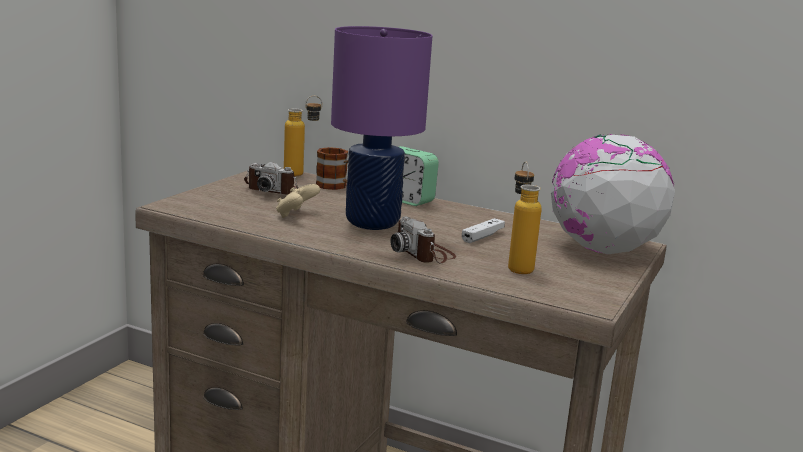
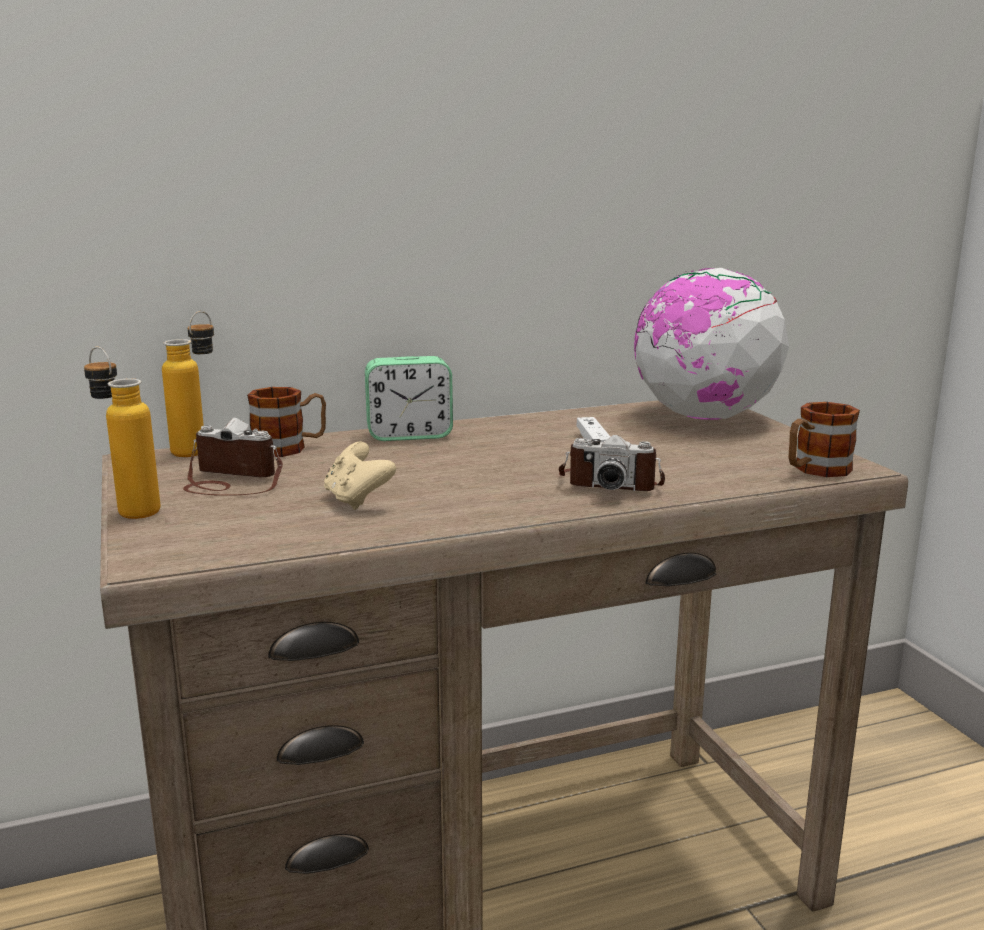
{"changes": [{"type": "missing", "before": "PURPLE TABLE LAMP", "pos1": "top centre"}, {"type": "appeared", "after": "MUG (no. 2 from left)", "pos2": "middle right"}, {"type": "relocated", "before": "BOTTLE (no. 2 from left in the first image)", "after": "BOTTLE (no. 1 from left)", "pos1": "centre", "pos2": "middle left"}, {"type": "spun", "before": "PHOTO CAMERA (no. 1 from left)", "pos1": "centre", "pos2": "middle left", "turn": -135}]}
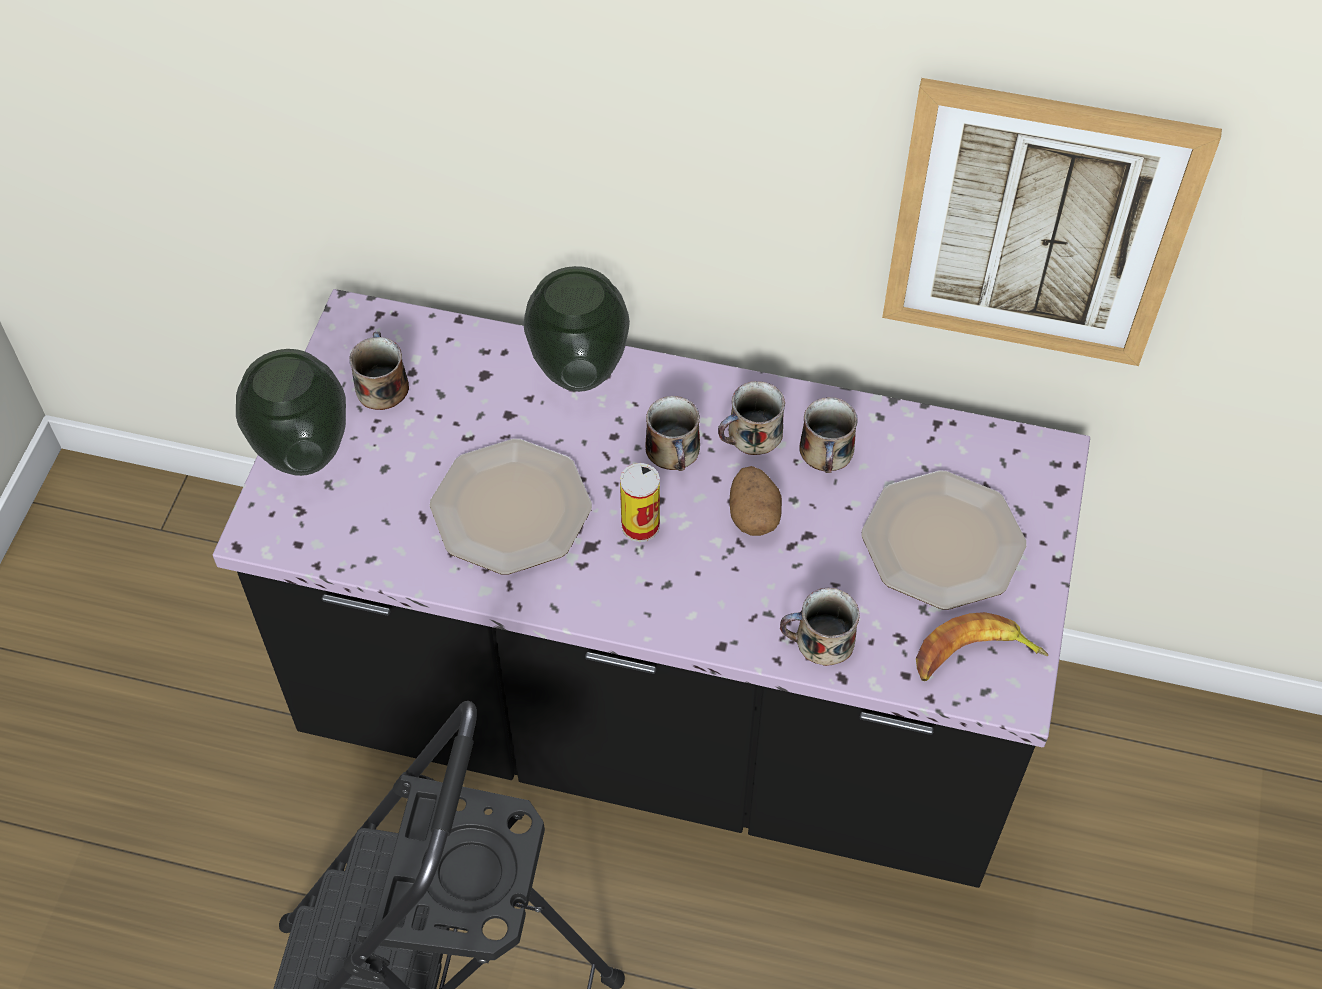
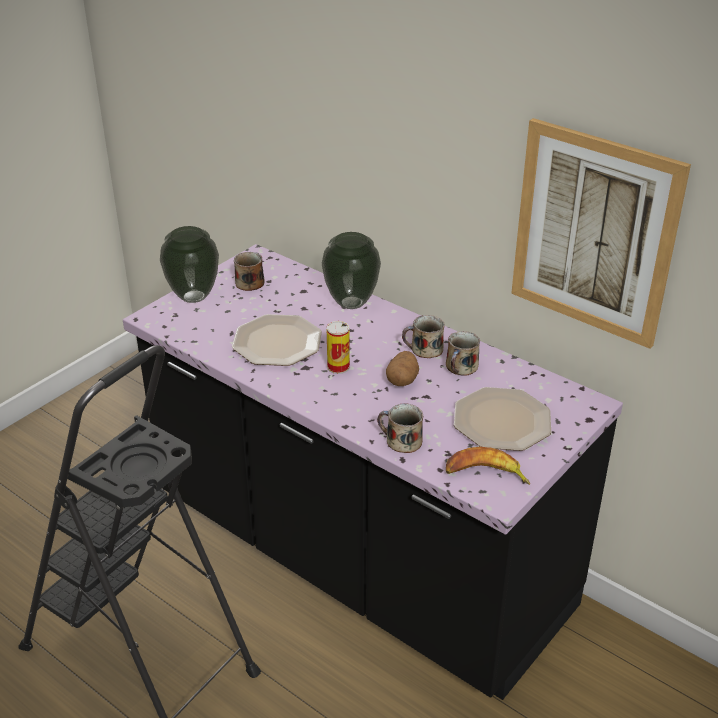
{"changes": [{"type": "missing", "before": "MUG (no. 2 from left)", "pos1": "centre"}]}
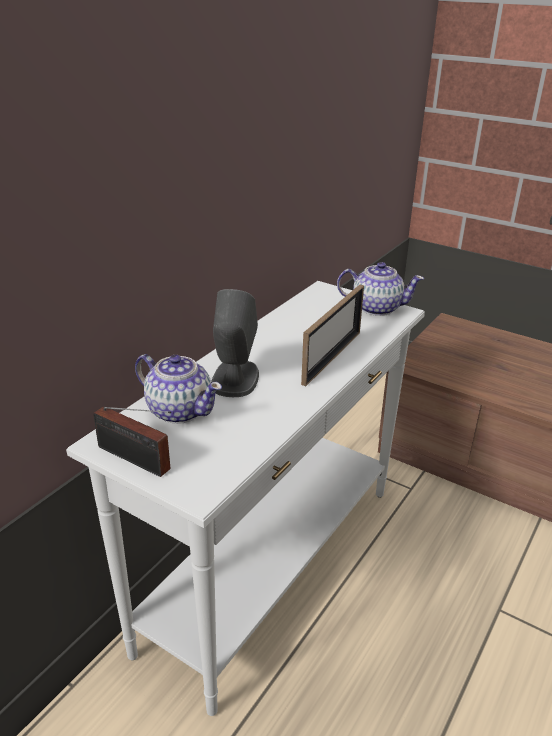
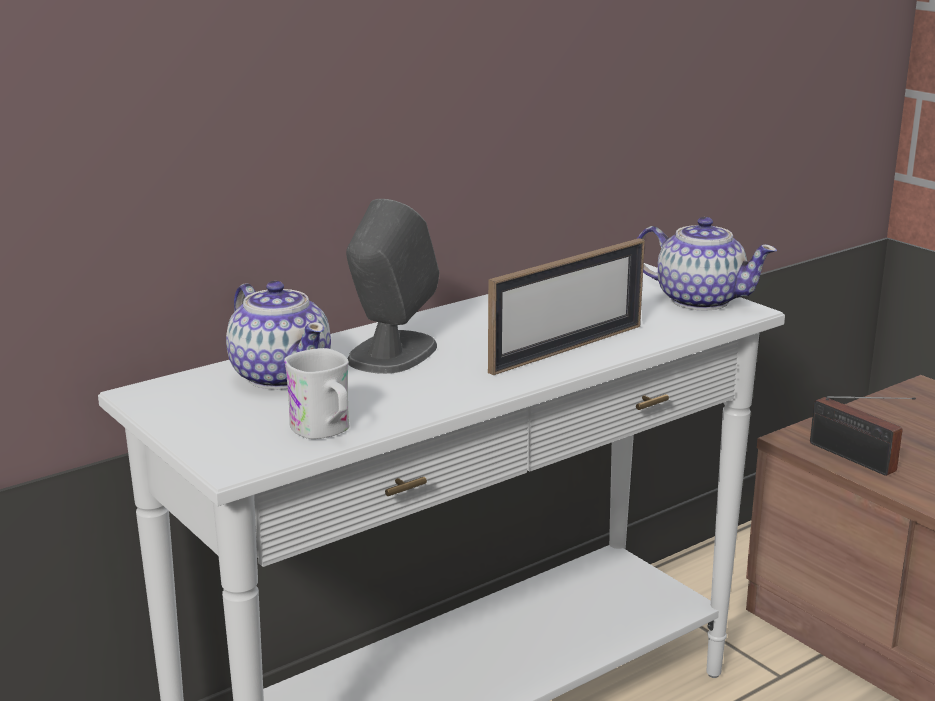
{"changes": [{"type": "appeared", "after": "WHITE MUG", "pos2": "centre"}, {"type": "relocated", "before": "RADIO", "pos1": "middle left", "pos2": "middle right"}]}
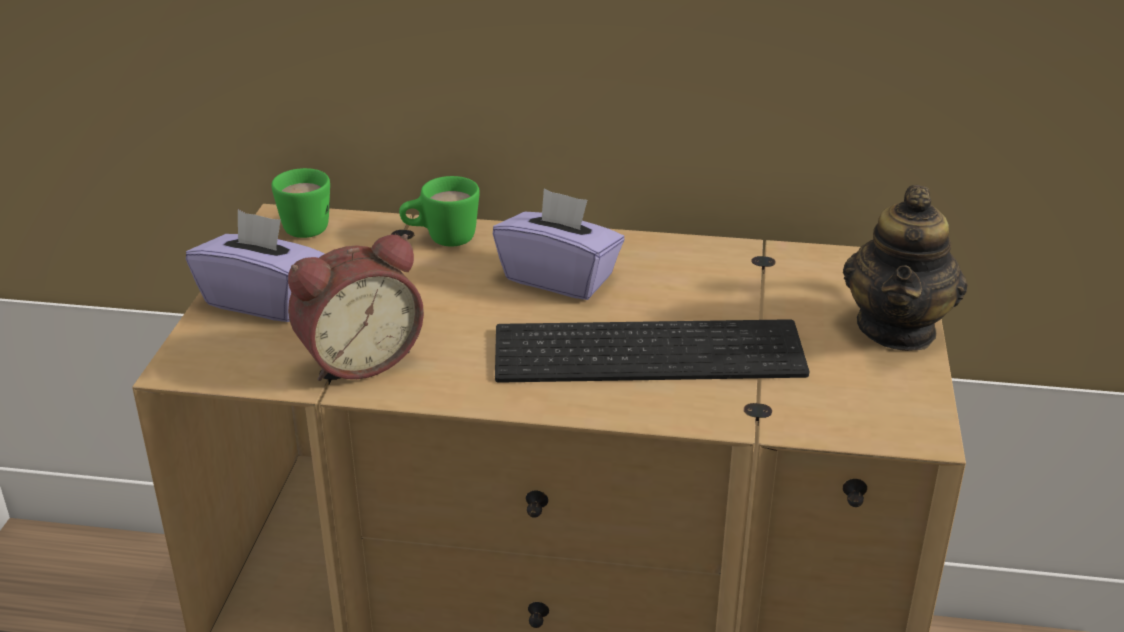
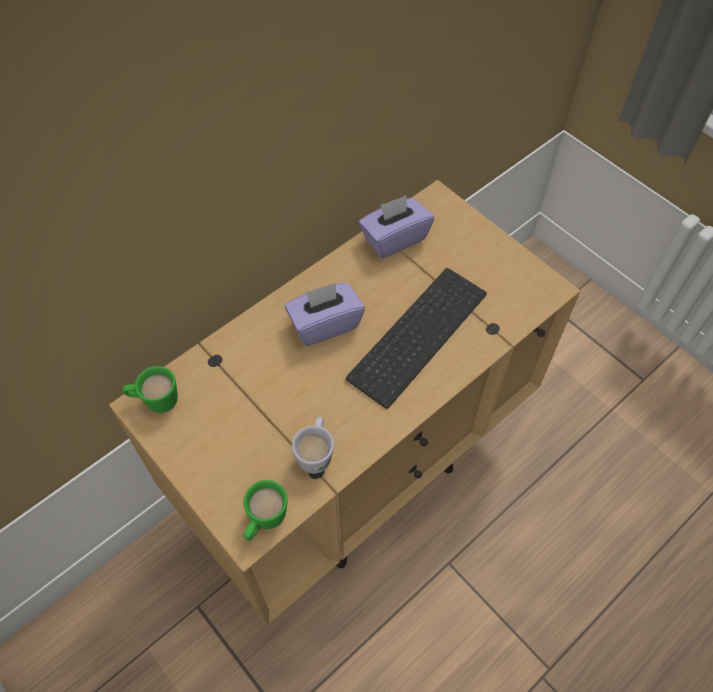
{"changes": [{"type": "missing", "before": "TEAPOT", "pos1": "middle right"}, {"type": "relocated", "before": "PURPLE TISSUE BOX (no. 1 from left in the first image)", "after": "PURPLE TISSUE BOX (no. 2 from left)", "pos1": "middle left", "pos2": "top centre"}, {"type": "relocated", "before": "GREEN MUG (no. 2 from left)", "pos1": "centre", "pos2": "bottom centre"}, {"type": "exchanged", "before": "ALARM CLOCK", "after": "WHITE MUG", "pos1": "middle left", "pos2": "centre"}]}
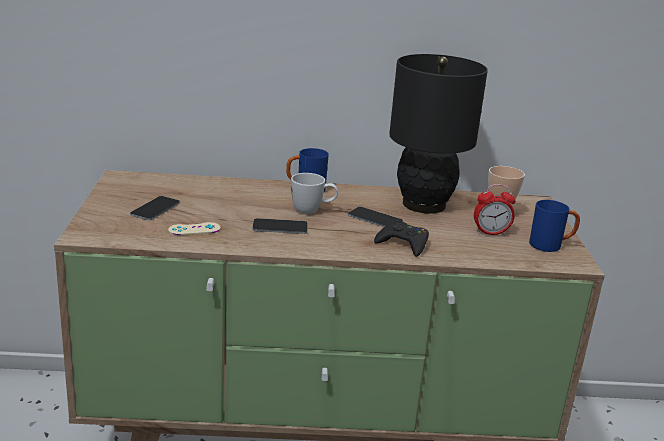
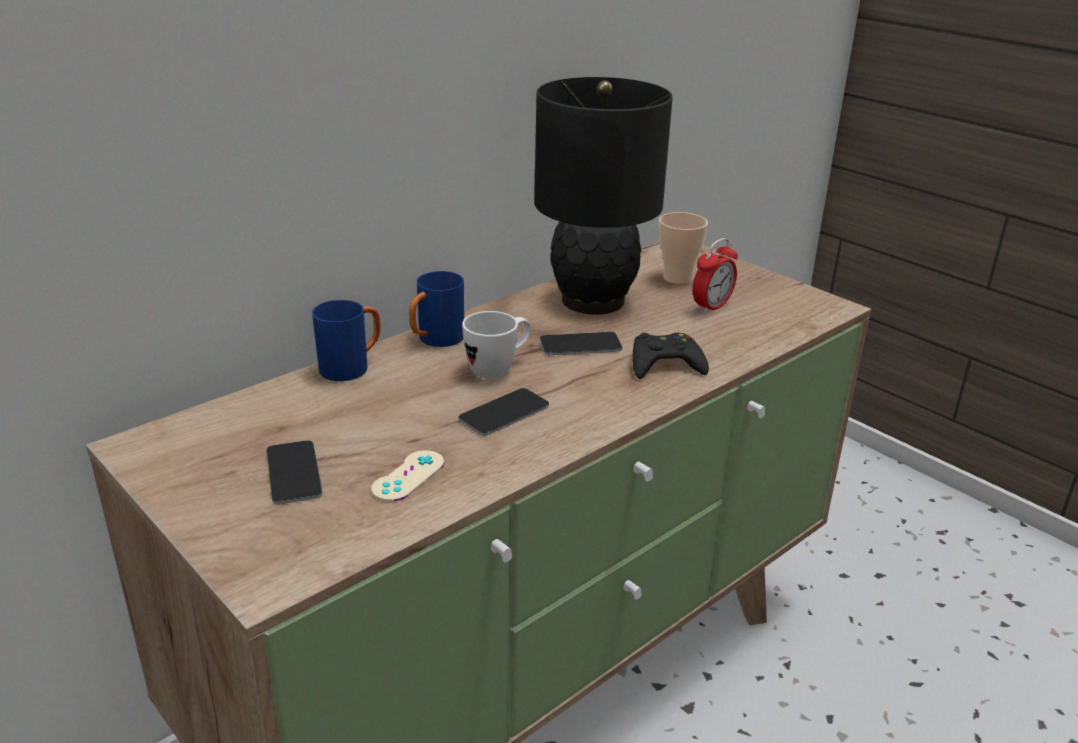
{"changes": [{"type": "relocated", "before": "BLUE MUG (no. 2 from left in the first image)", "after": "BLUE MUG (no. 1 from left)", "pos1": "middle right", "pos2": "middle left"}]}
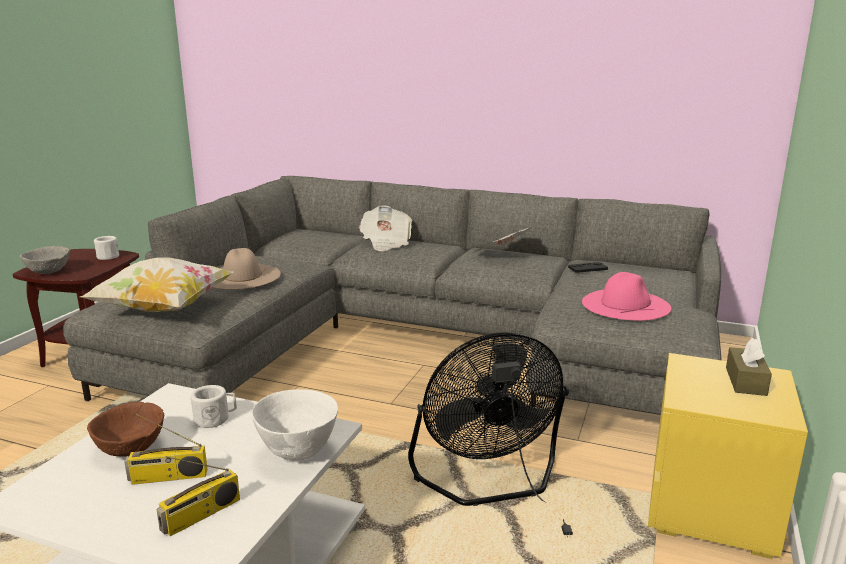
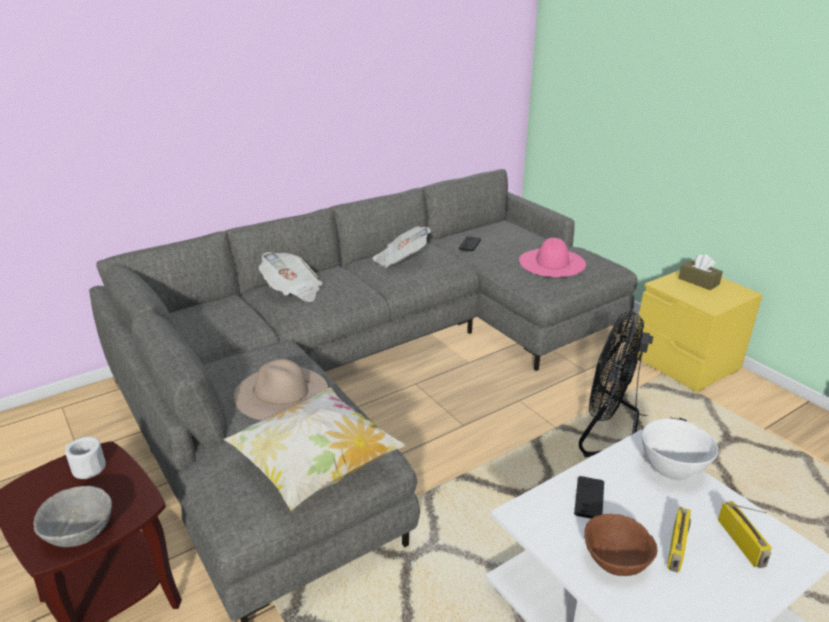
{"changes": [{"type": "exchanged", "before": "WHITE MUG (no. 2 from left)", "after": "BLACK GAME CONTROLLER (no. 2 from left)", "pos1": "bottom left", "pos2": "bottom right"}]}
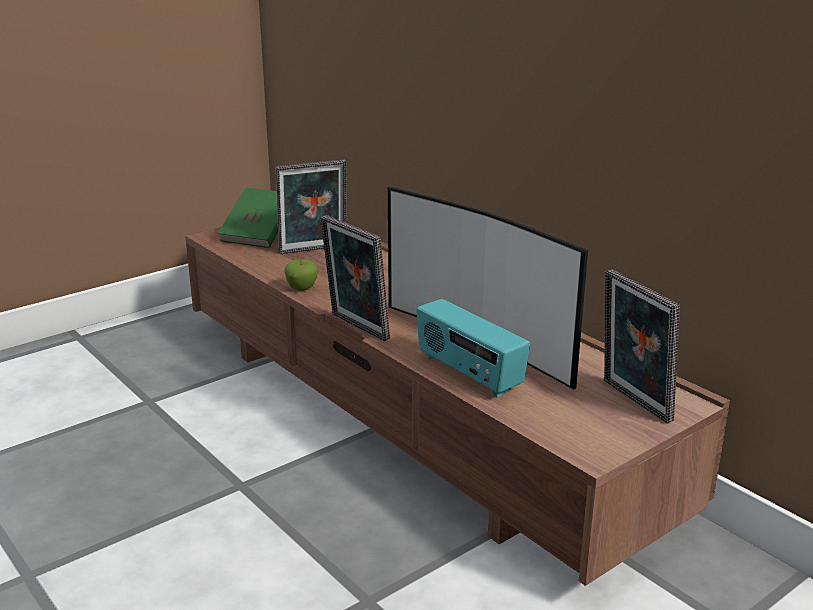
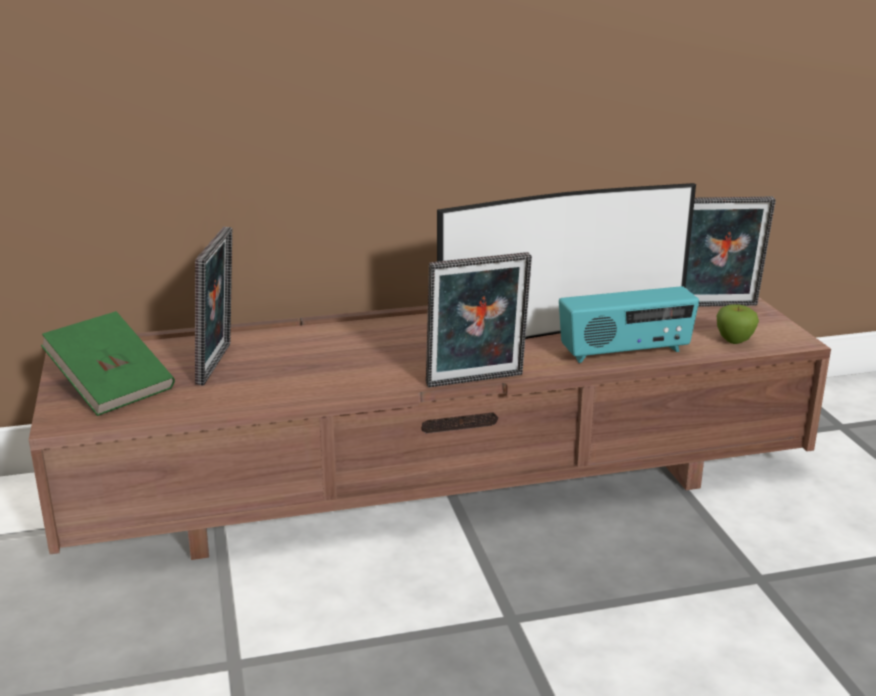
{"changes": [{"type": "relocated", "before": "APPLE", "pos1": "centre", "pos2": "middle right"}]}
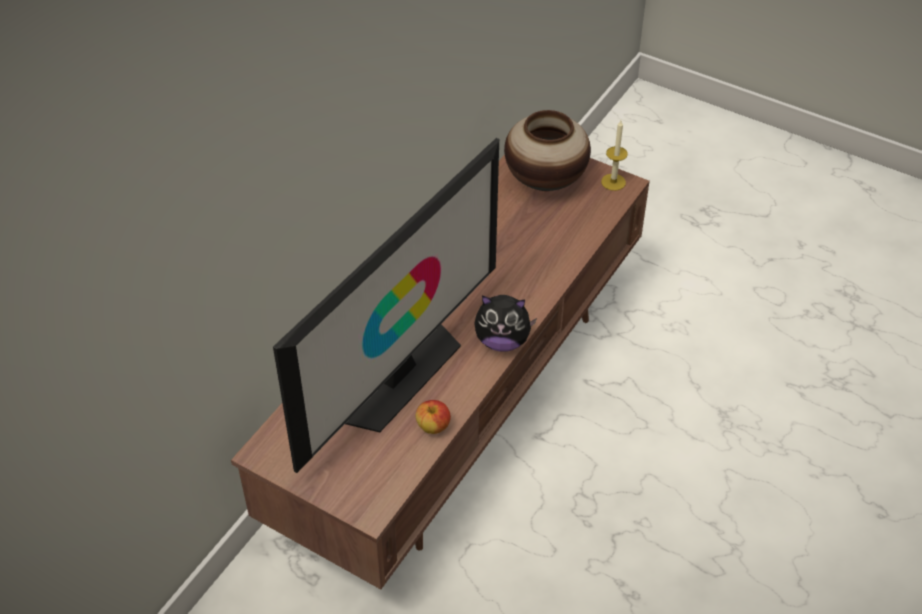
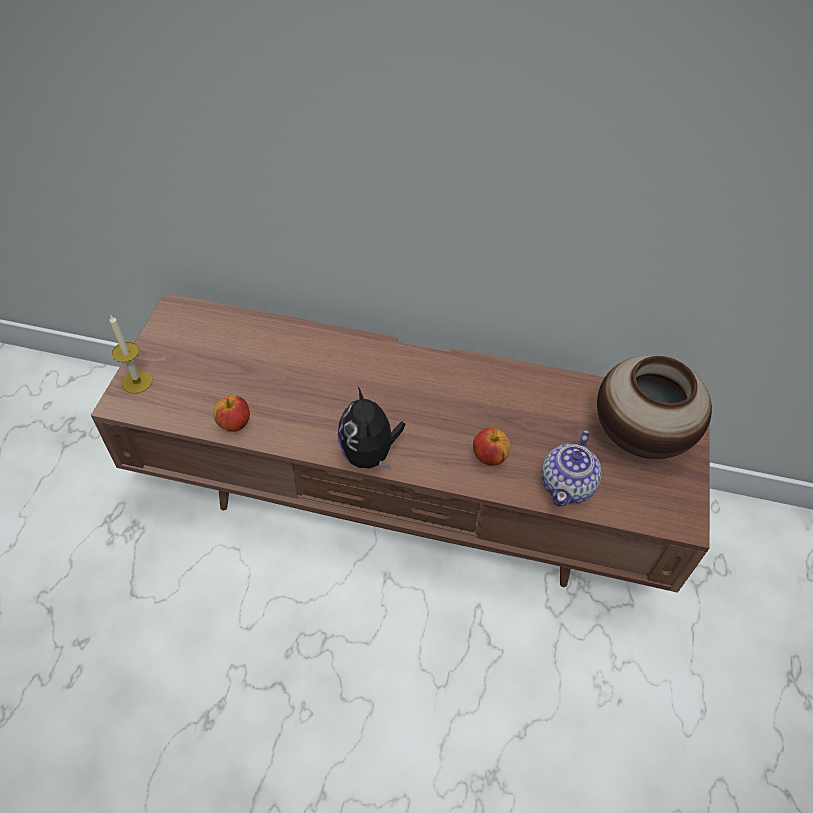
{"changes": [{"type": "missing", "before": "TELEVISION", "pos1": "centre"}, {"type": "appeared", "after": "APPLE (no. 2 from left)", "pos2": "centre"}, {"type": "appeared", "after": "TEAPOT", "pos2": "middle right"}, {"type": "relocated", "before": "CANDLE", "pos1": "top centre", "pos2": "middle left"}]}
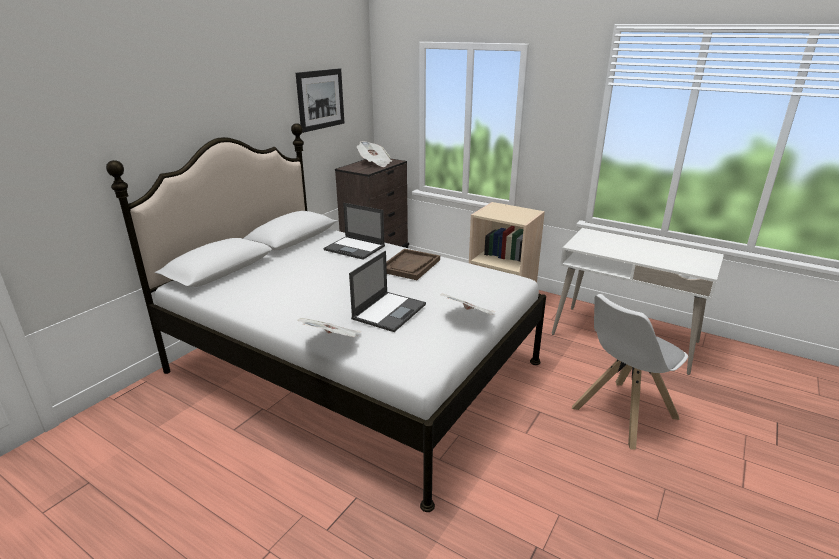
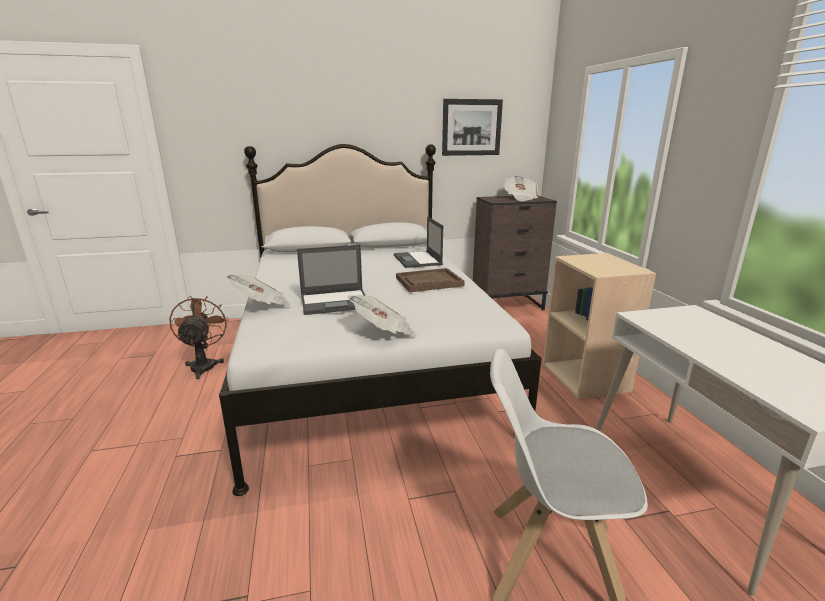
{"changes": [{"type": "appeared", "after": "BROWN FAN", "pos2": "middle left"}]}
